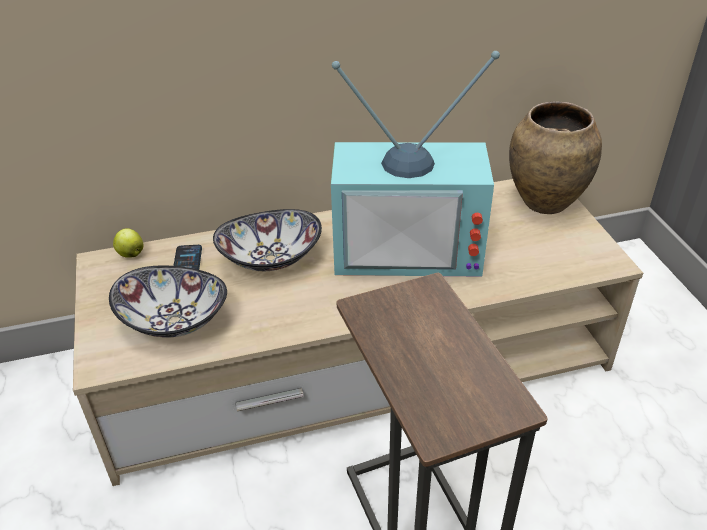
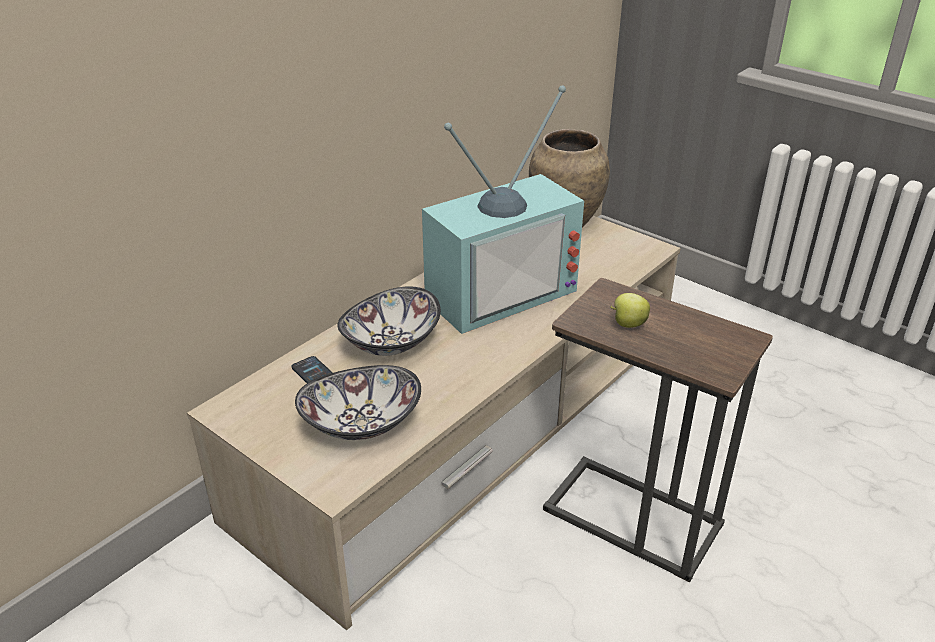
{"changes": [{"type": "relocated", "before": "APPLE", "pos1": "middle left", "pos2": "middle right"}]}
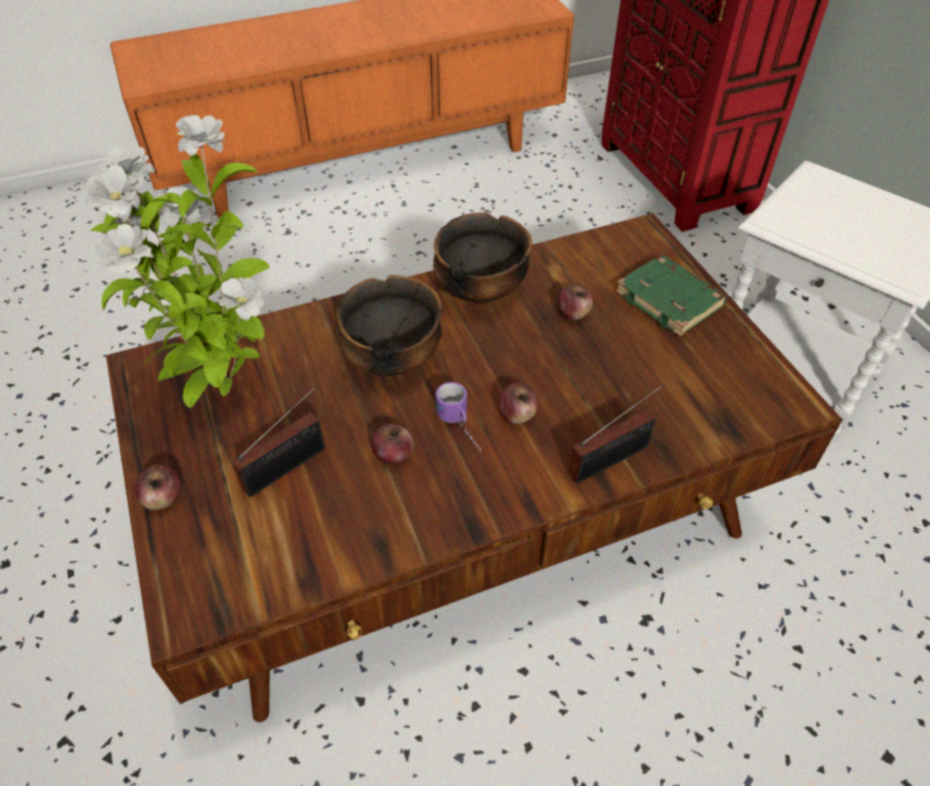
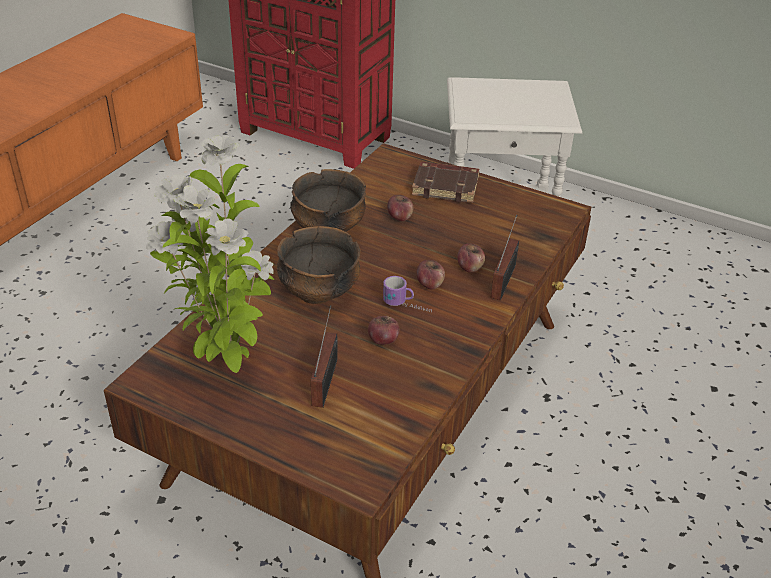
{"changes": [{"type": "relocated", "before": "APPLE (no. 1 from left in the first image)", "after": "APPLE (no. 4 from left)", "pos1": "middle left", "pos2": "centre"}, {"type": "colour", "before": "GREEN BOOK", "after": "BROWN BOOK", "pos1": "middle right", "pos2": "top centre"}]}
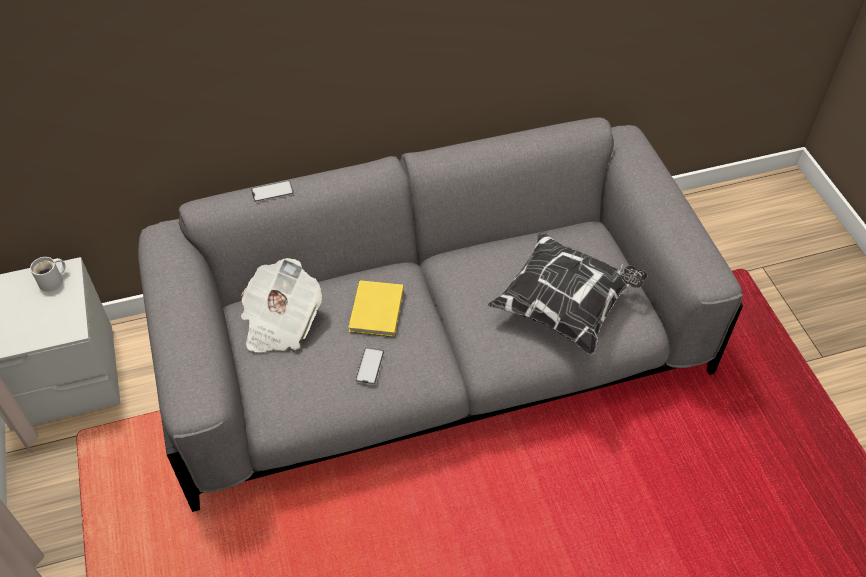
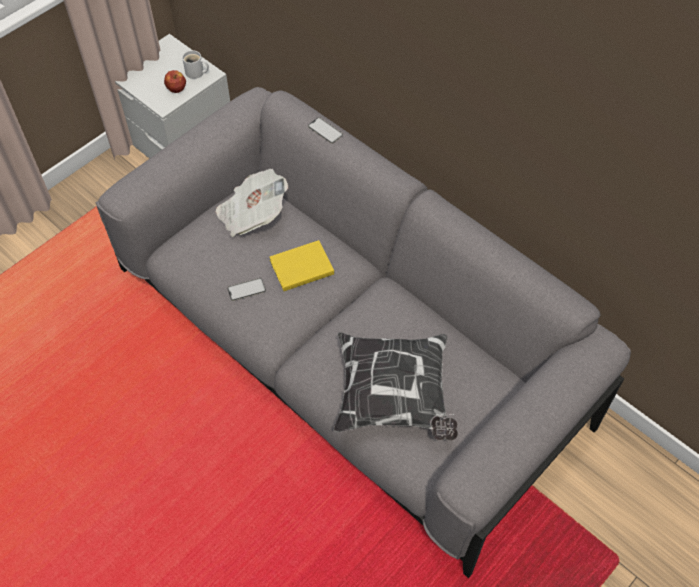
{"changes": [{"type": "appeared", "after": "APPLE", "pos2": "top left"}]}
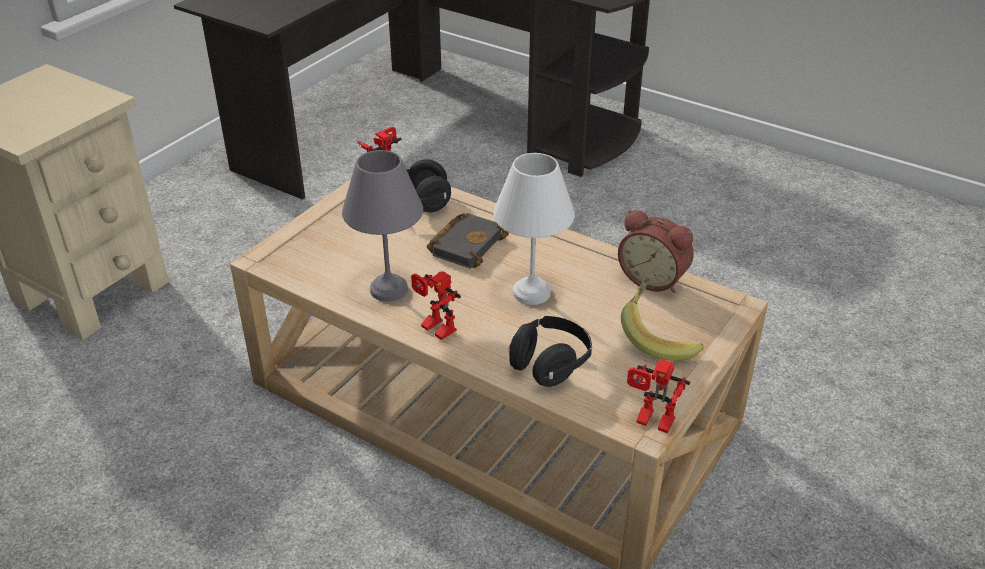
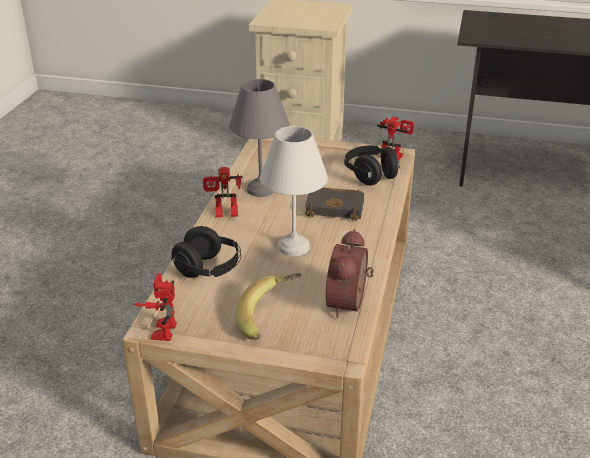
{"changes": [{"type": "spun", "before": "TOY ROBOT (no. 2 from left)", "pos1": "centre", "pos2": "centre", "turn": -120}]}
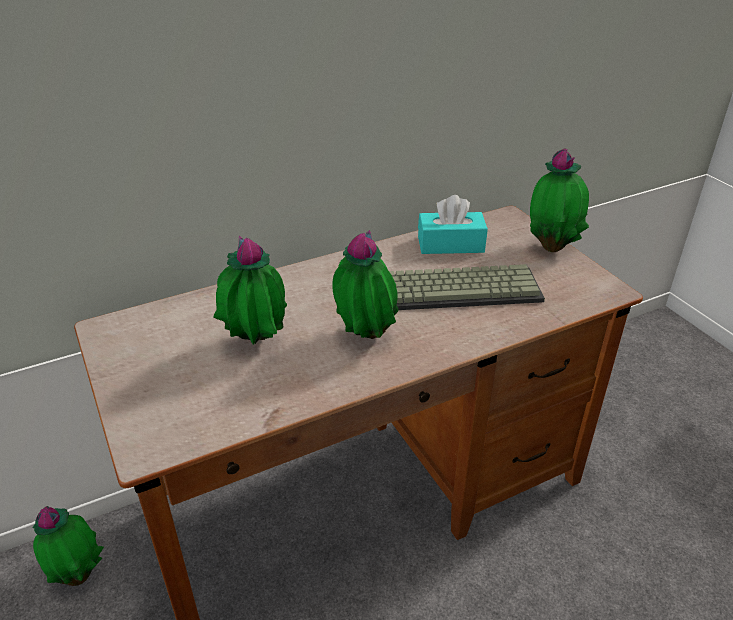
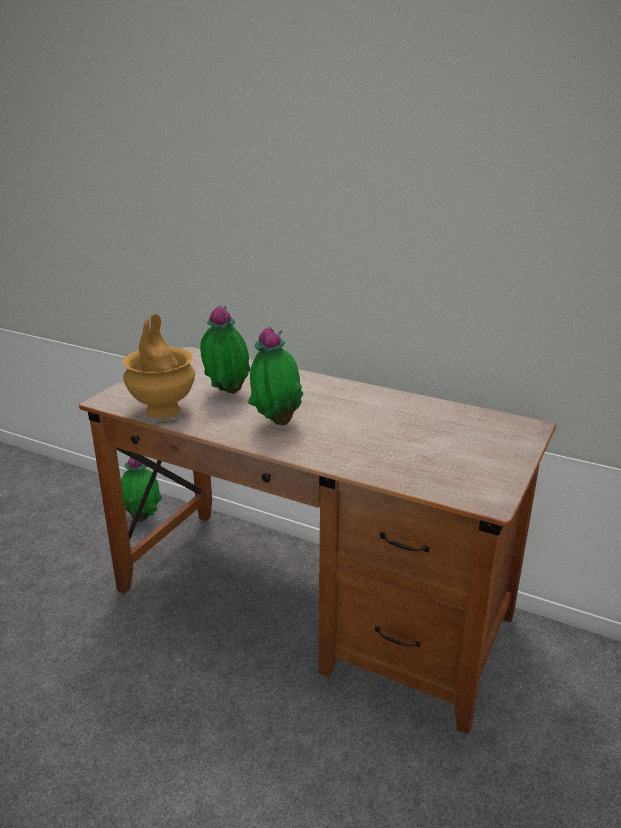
{"changes": [{"type": "missing", "before": "KEYBOARD", "pos1": "centre"}, {"type": "missing", "before": "TURQUOISE TISSUE BOX", "pos1": "centre"}, {"type": "missing", "before": "POTTED PLANT (no. 4 from left)", "pos1": "top right"}, {"type": "appeared", "after": "BROWN VASE", "pos2": "middle left"}]}
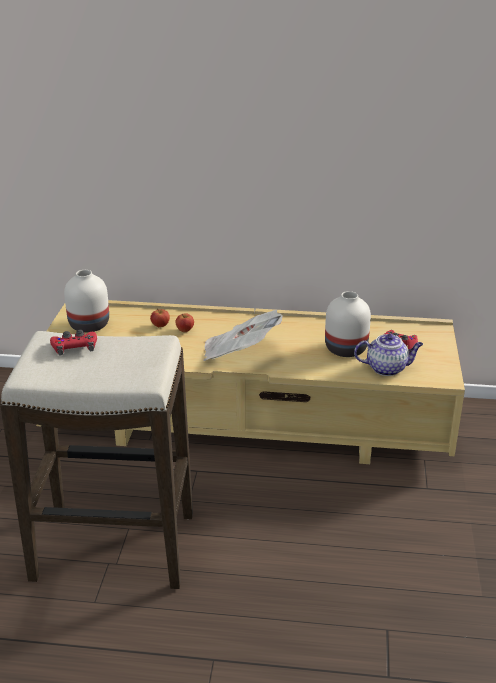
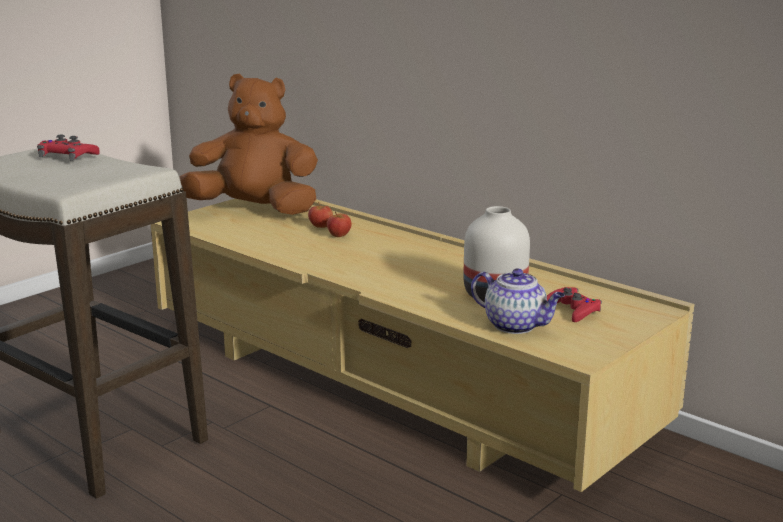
{"changes": [{"type": "missing", "before": "NEWSPAPER", "pos1": "centre"}, {"type": "exchanged", "before": "WHITE VASE (no. 1 from left)", "after": "BROWN PLUSH TOY", "pos1": "middle left", "pos2": "top left"}]}
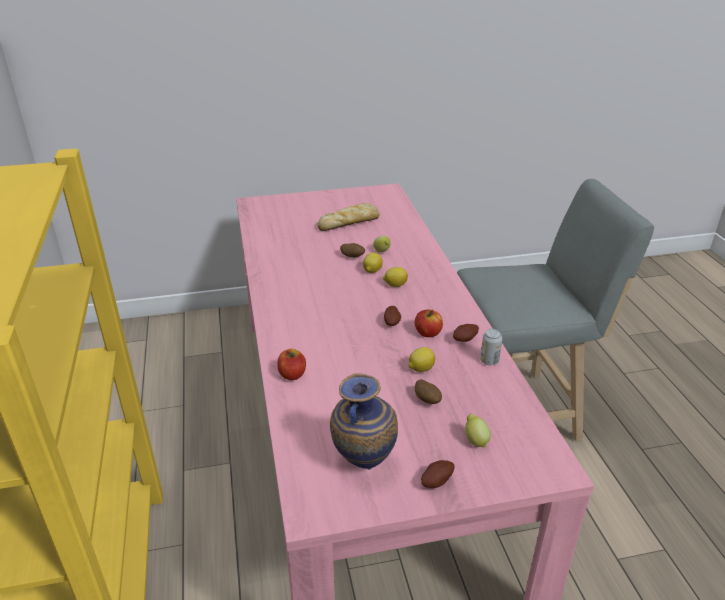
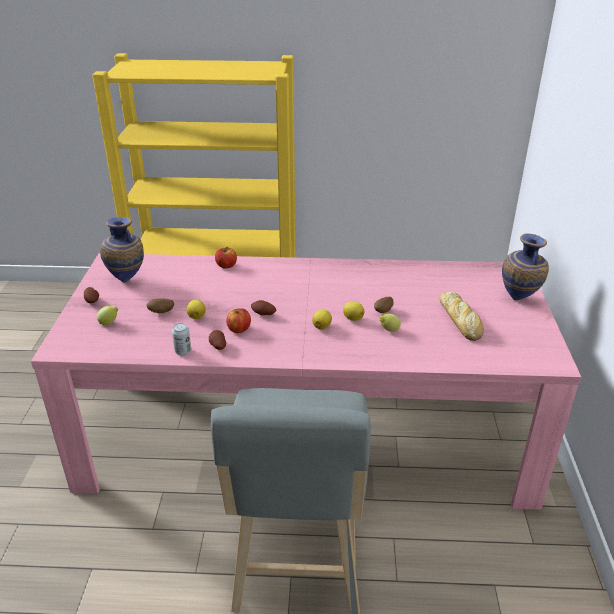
{"changes": [{"type": "appeared", "after": "VASE (no. 2 from left)", "pos2": "middle right"}]}
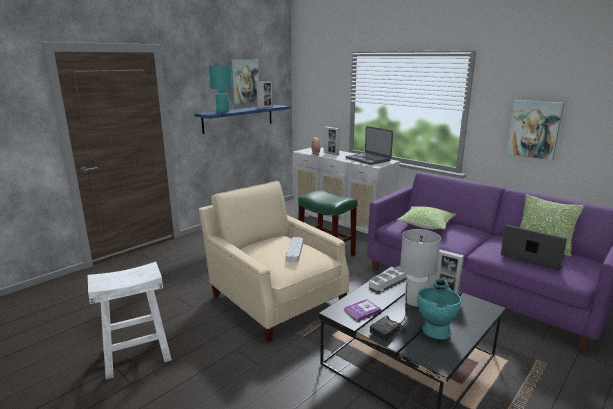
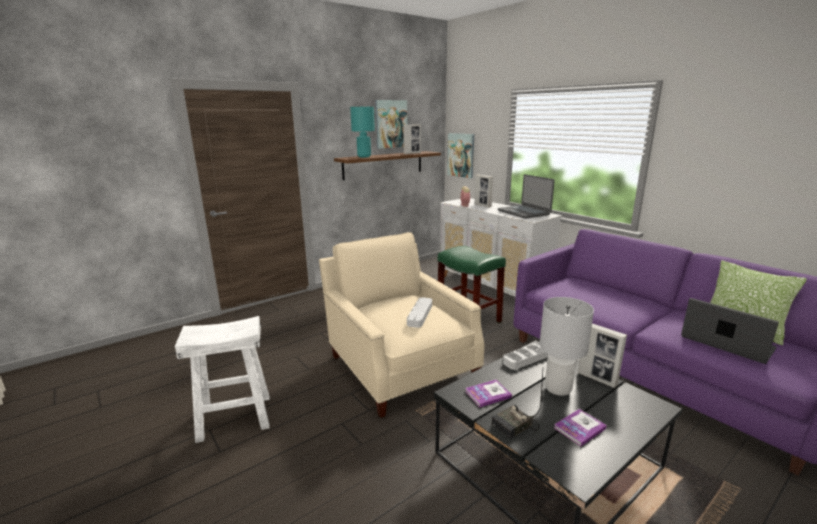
{"changes": [{"type": "missing", "before": "PILLOW (no. 1 from left)", "pos1": "middle right"}, {"type": "relocated", "before": "PICTURE (no. 2 from left)", "pos1": "top right", "pos2": "top centre"}, {"type": "exchanged", "before": "TURQUOISE VASE", "after": "BOOK (no. 2 from left)", "pos1": "bottom right", "pos2": "bottom right"}, {"type": "colour", "before": "BLUE SHELF", "after": "BROWN SHELF", "pos1": "top centre", "pos2": "top centre"}]}
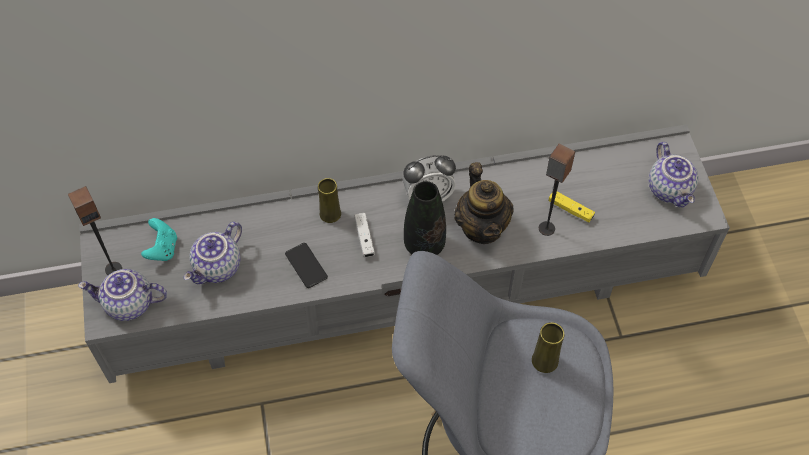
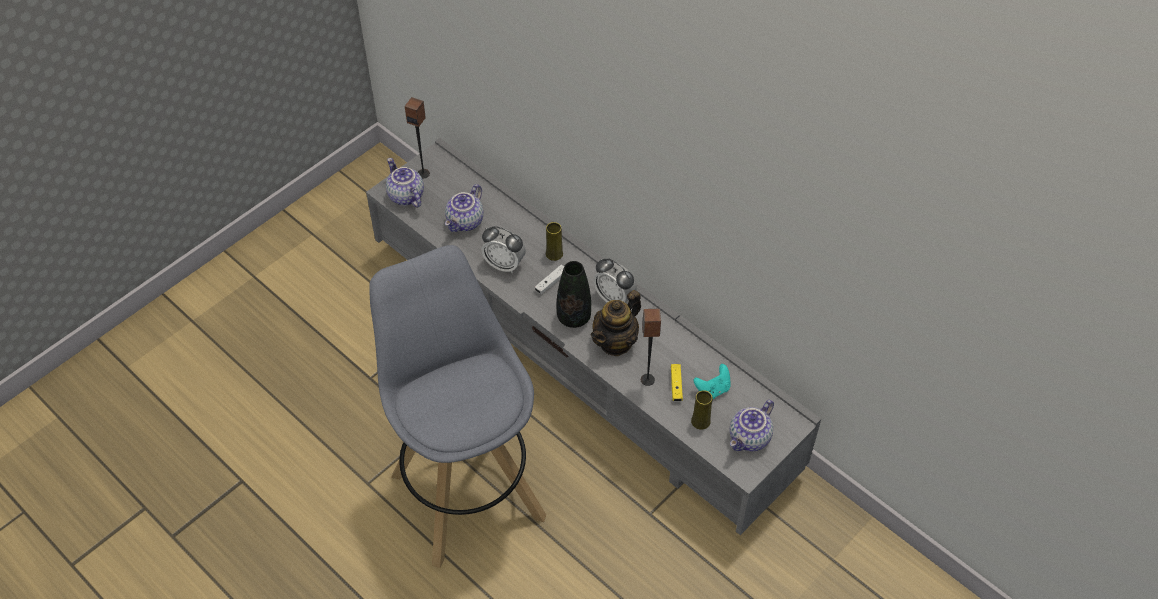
{"changes": [{"type": "relocated", "before": "TURQUOISE GAME CONTROLLER", "pos1": "middle left", "pos2": "centre"}, {"type": "relocated", "before": "YELLOW VASE (no. 2 from left)", "pos1": "bottom right", "pos2": "bottom centre"}, {"type": "exchanged", "before": "PHONE", "after": "ALARM CLOCK (no. 1 from left)", "pos1": "centre", "pos2": "centre"}, {"type": "spun", "before": "TEAPOT (no. 2 from left)", "pos1": "middle left", "pos2": "centre", "turn": -60}]}
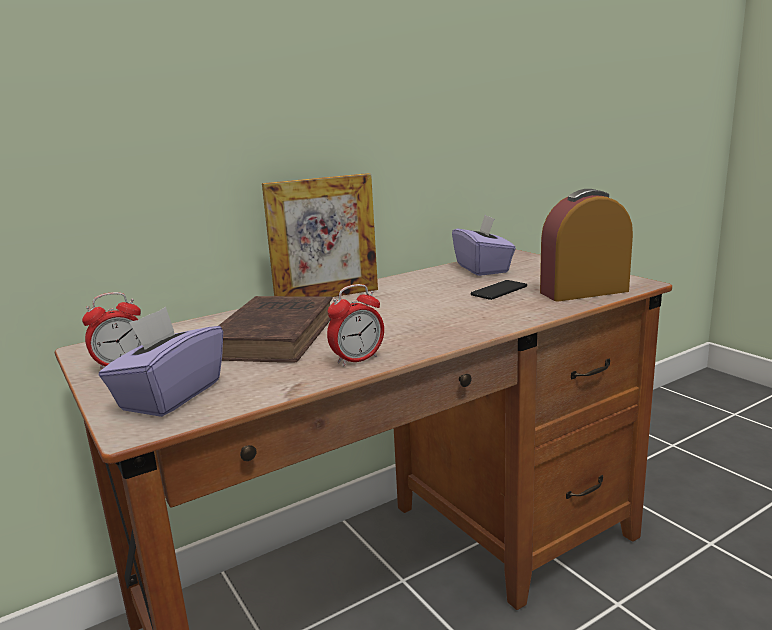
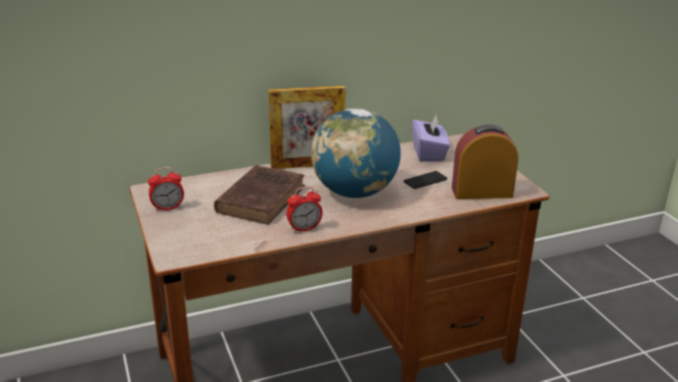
{"changes": [{"type": "missing", "before": "PURPLE TISSUE BOX (no. 1 from left)", "pos1": "middle left"}, {"type": "appeared", "after": "GLOBE", "pos2": "centre"}]}
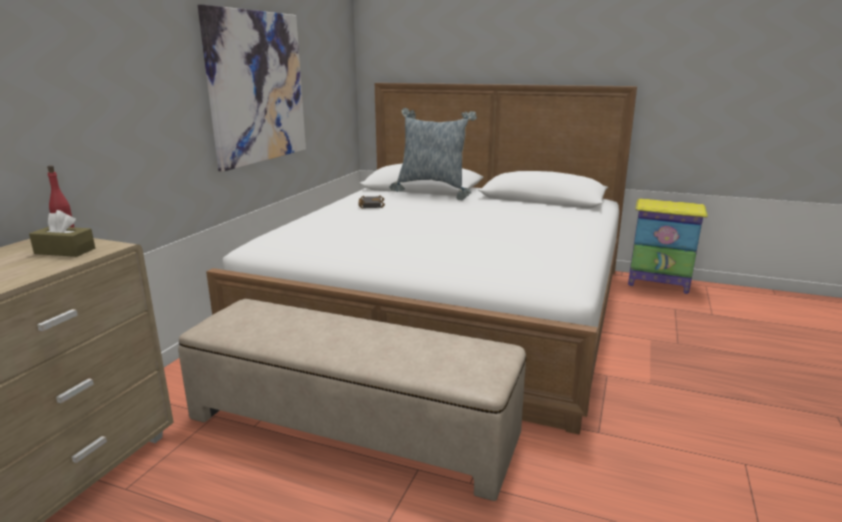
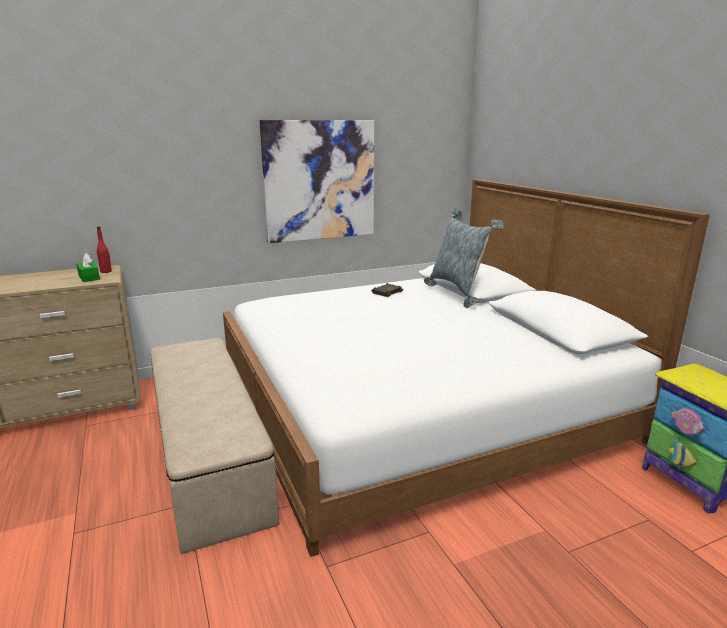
{"changes": [{"type": "colour", "before": "BROWN TISSUE BOX", "after": "GREEN TISSUE BOX", "pos1": "middle left", "pos2": "middle left"}]}
